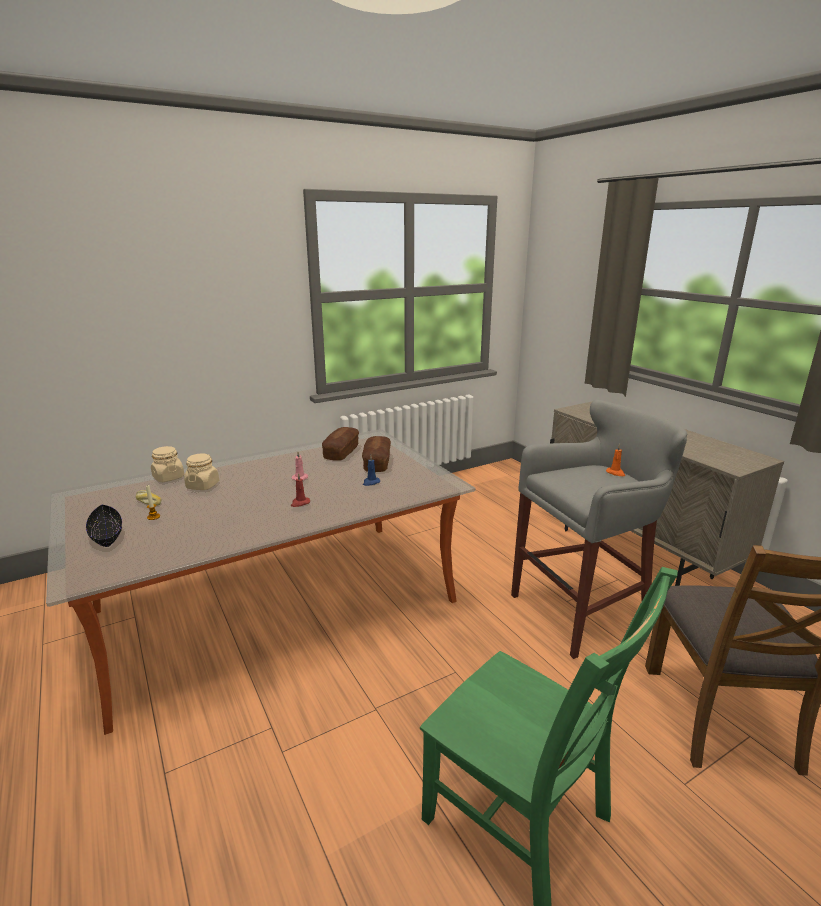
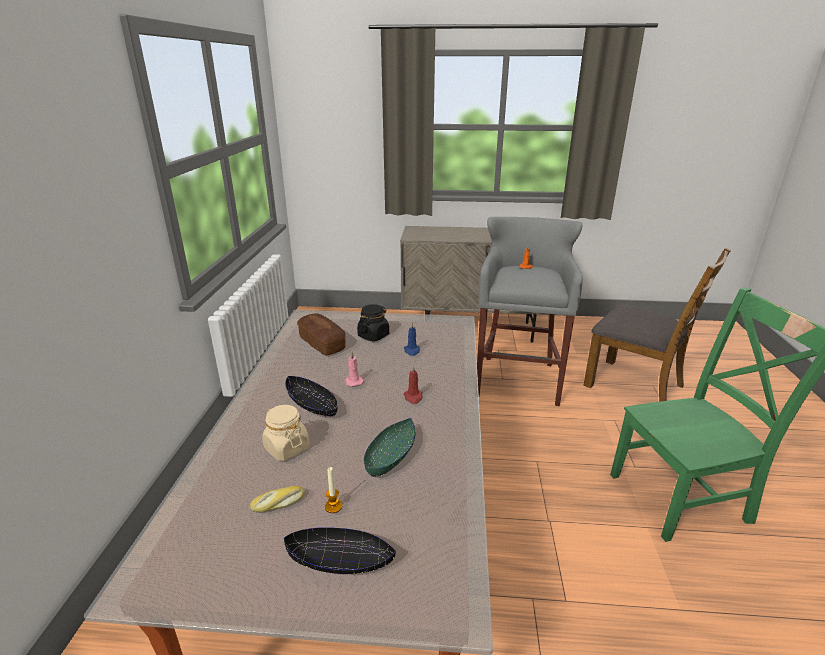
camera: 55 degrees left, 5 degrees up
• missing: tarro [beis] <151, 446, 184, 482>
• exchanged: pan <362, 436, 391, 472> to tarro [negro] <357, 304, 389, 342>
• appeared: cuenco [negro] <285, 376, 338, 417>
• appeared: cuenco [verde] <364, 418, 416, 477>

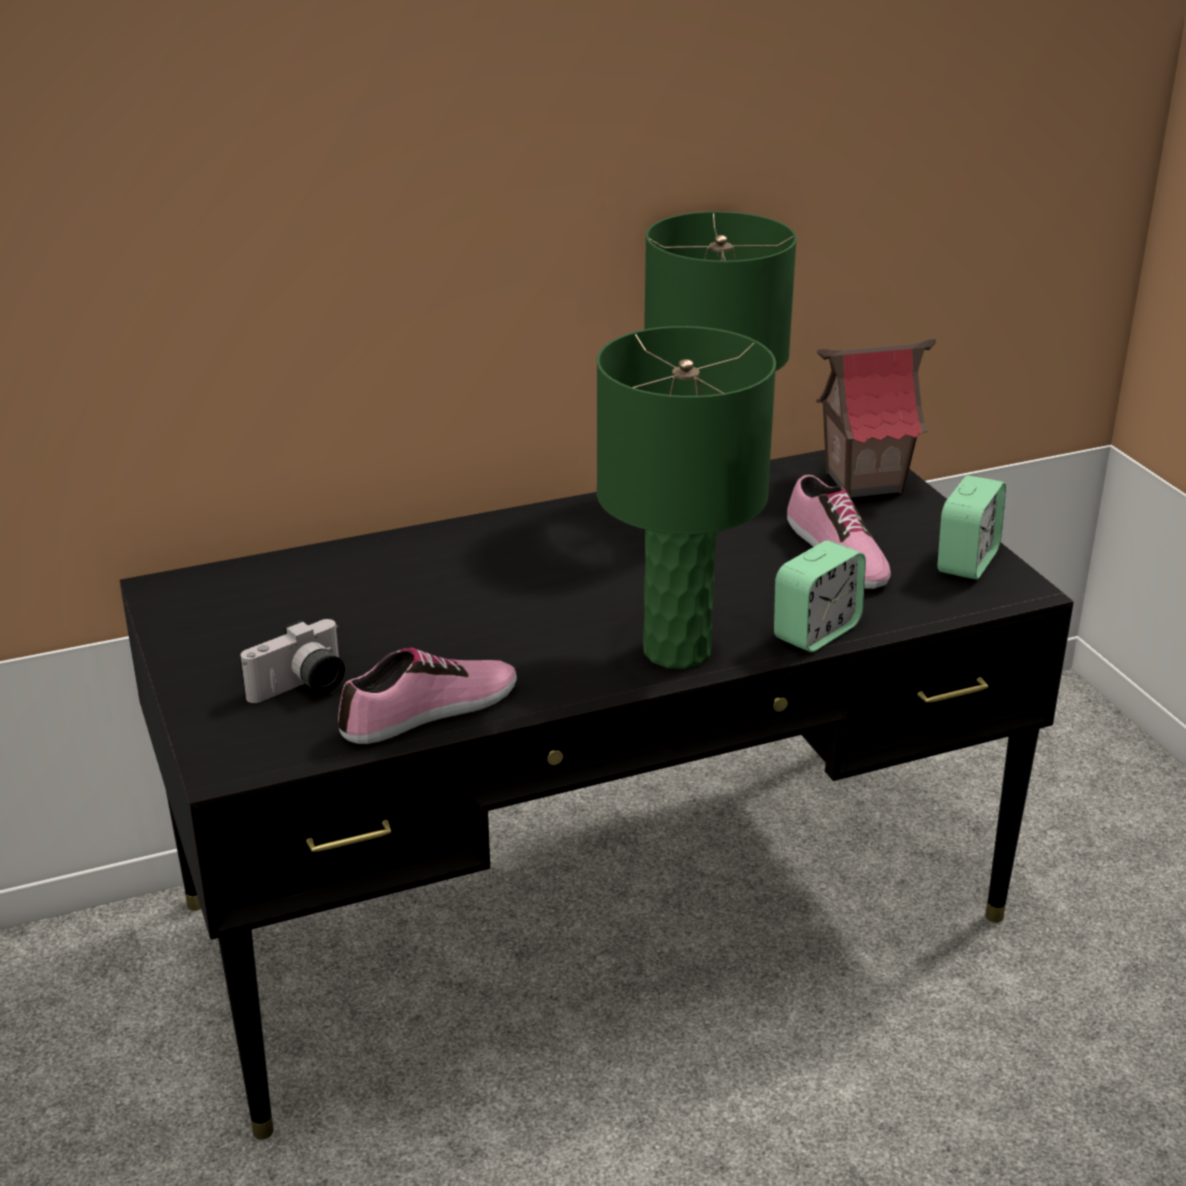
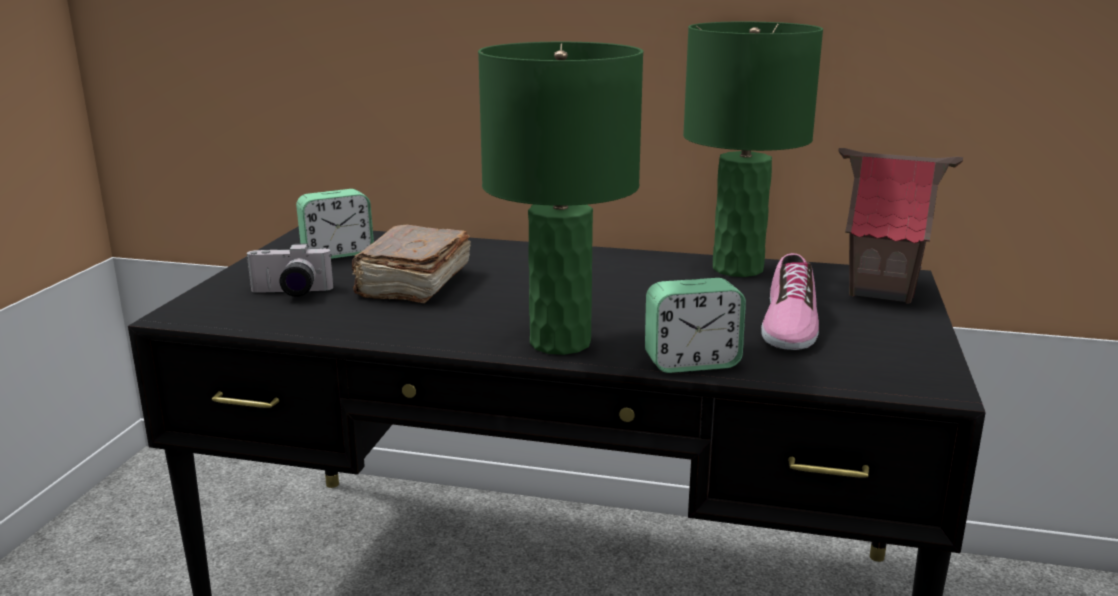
camera: 35 degrees right, 10 degrees down
• missing: zapato <338, 648, 517, 744>
• relocated: despertador <938, 475, 1006, 580> to <296, 189, 374, 259>
• appeared: libro [marrón] <352, 225, 471, 303>

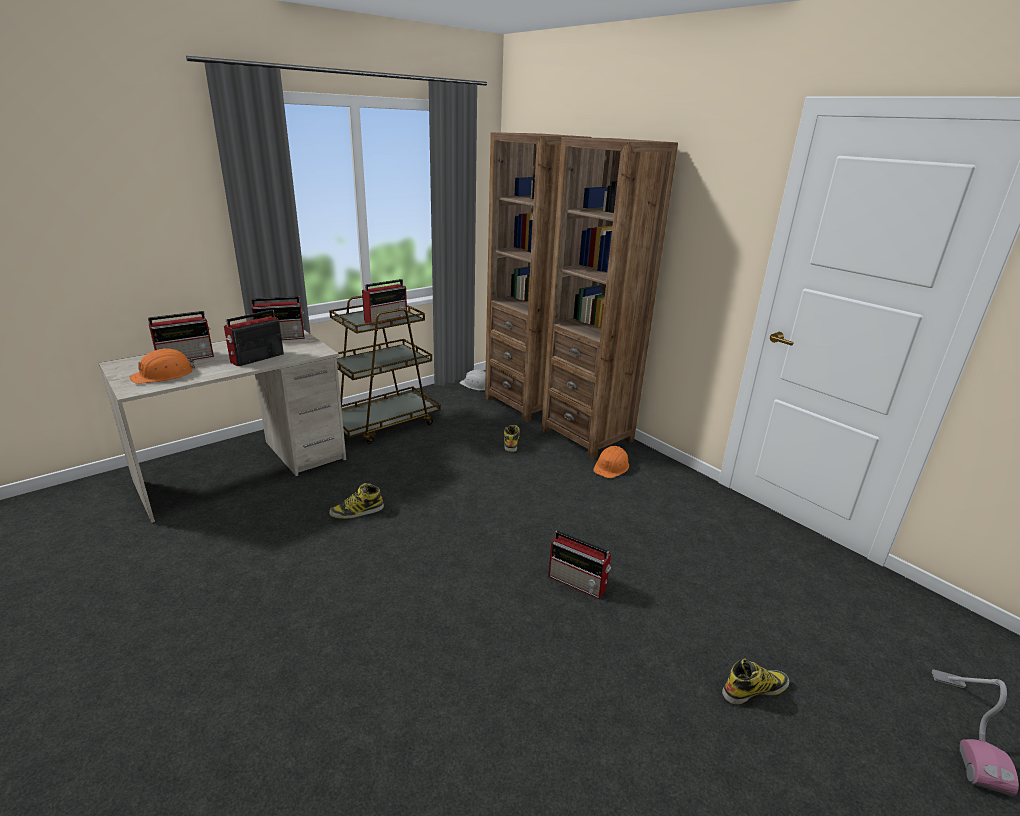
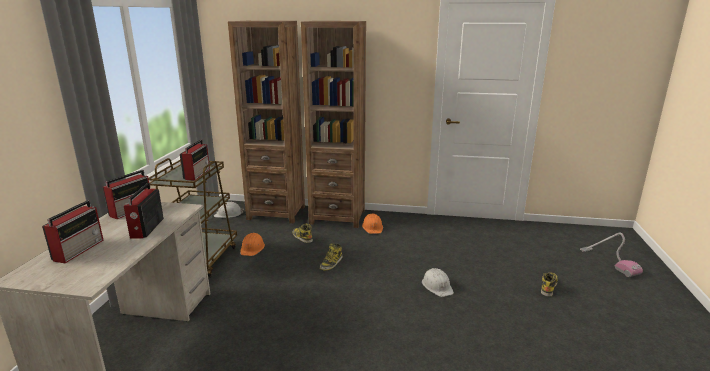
camera: 40 degrees left, 5 degrees down
• relocated: casco [naranja] <130, 348, 195, 384> to <240, 233, 265, 256>
• relocated: bota <329, 483, 384, 519> to <320, 243, 342, 270>
• exchanged: radio <548, 531, 611, 599> to casco [blanco] <422, 268, 454, 297>

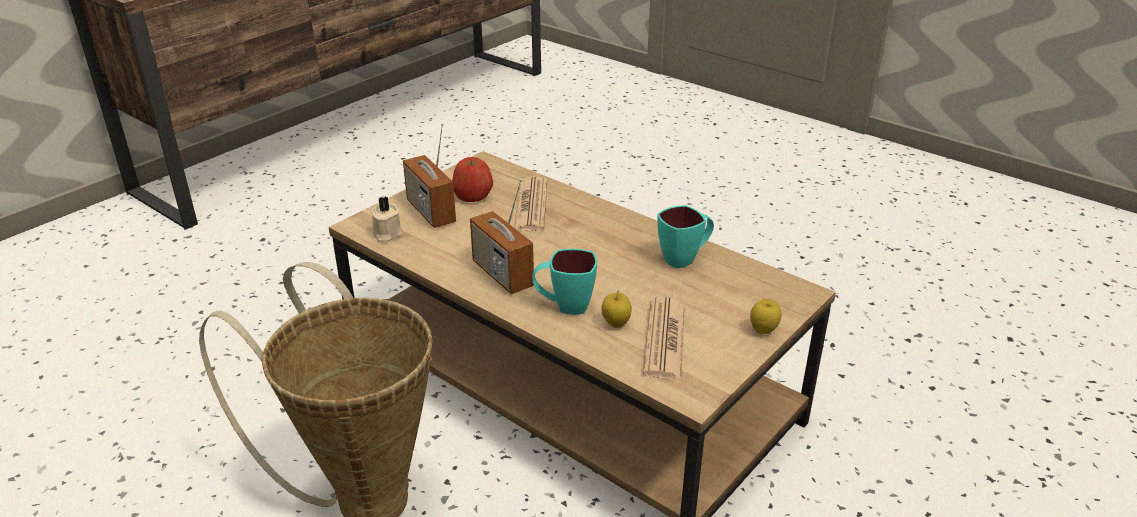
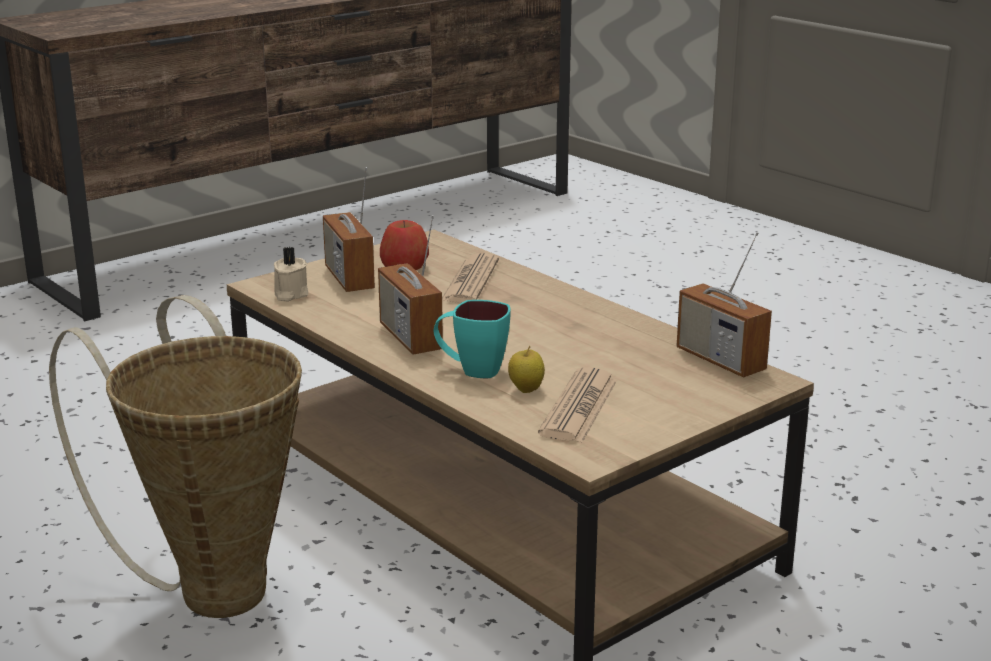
camera: 10 degrees right, 10 degrees down
• missing: taza grande [turquesa] <657, 205, 714, 268>
• missing: manzana <750, 299, 782, 334>
• appeared: radio <677, 232, 772, 377>

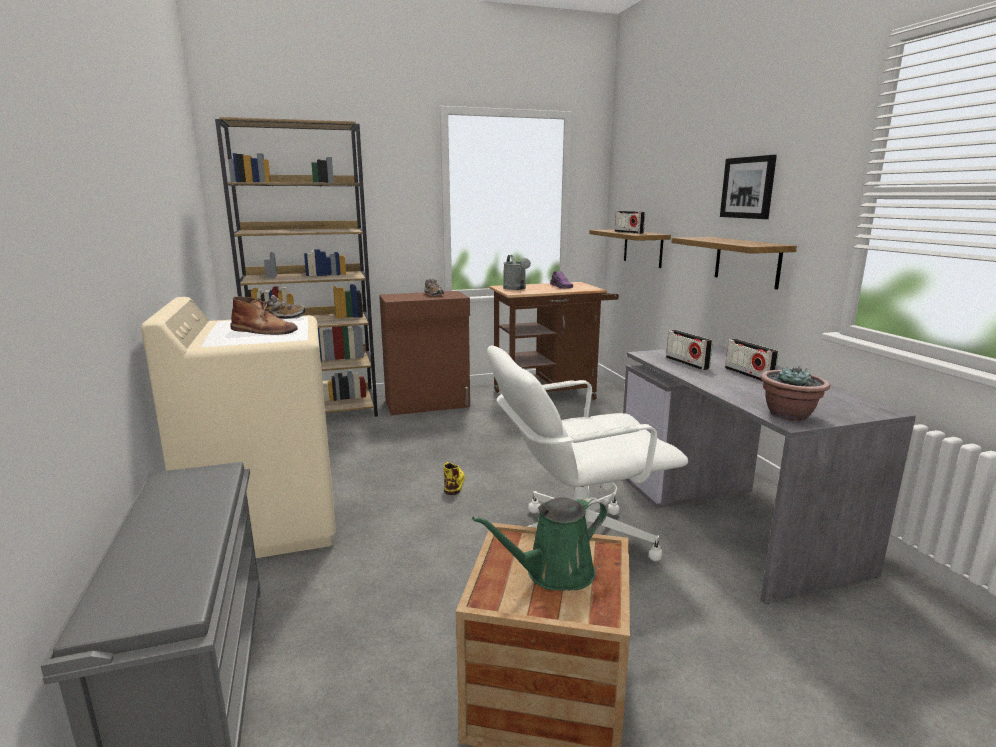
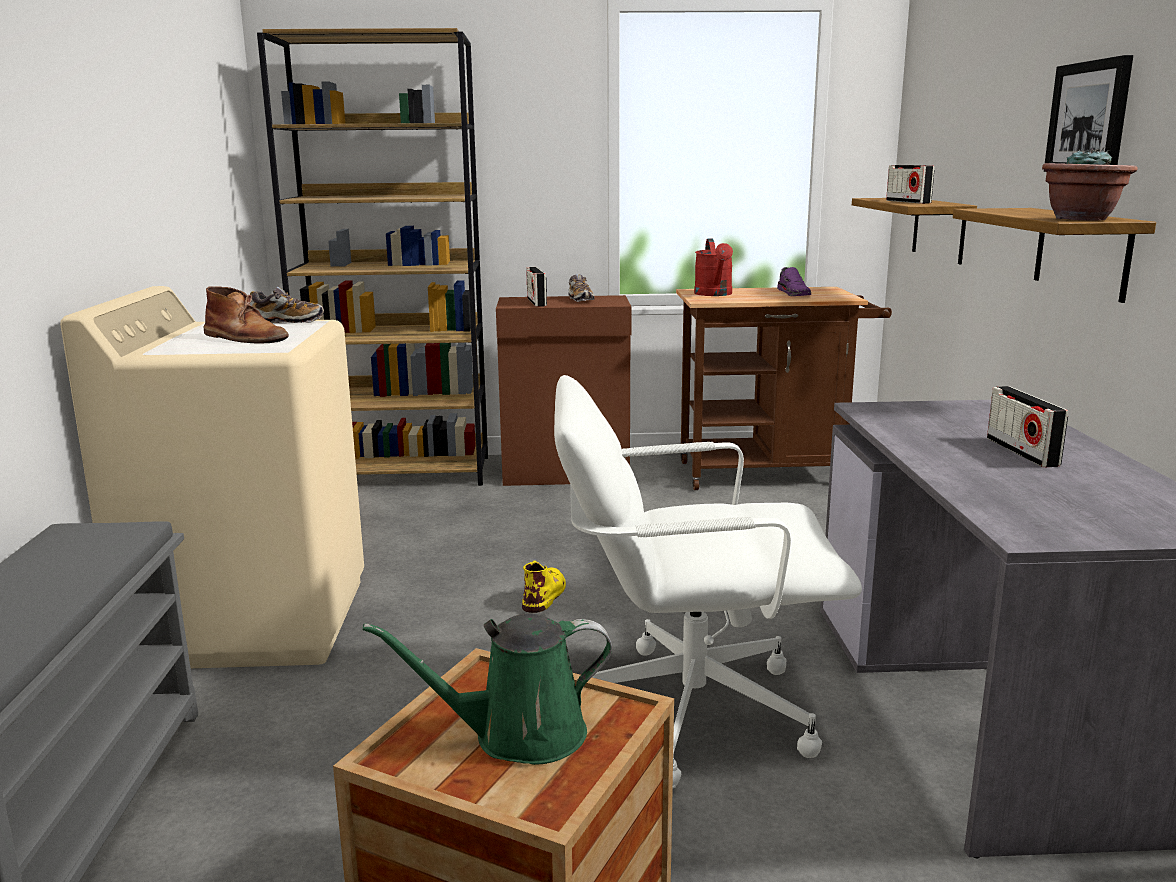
camera: 15 degrees right, 0 degrees up
• colour: regadera [gris] <503, 255, 531, 290> to regadera [rojo] <694, 239, 733, 296>
• relocated: radio <666, 330, 713, 370> to <526, 267, 547, 307>
• relocated: planta en maceta <760, 366, 830, 421> to <1042, 148, 1138, 221>

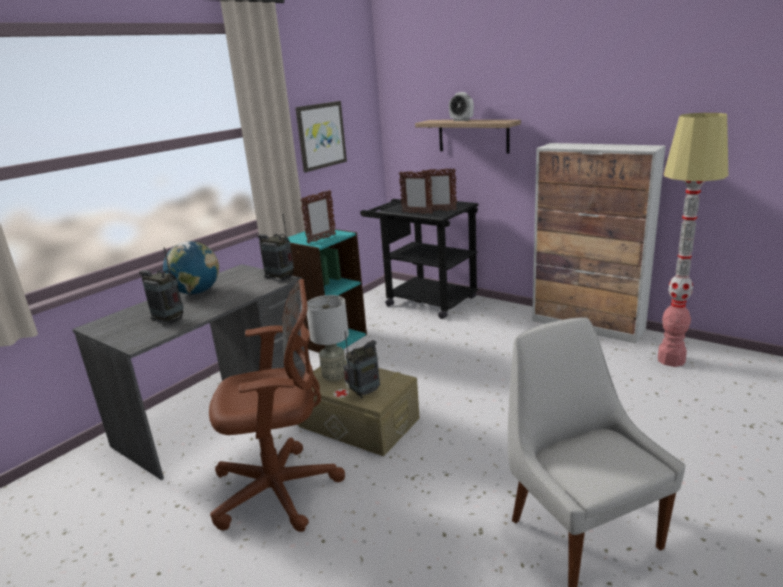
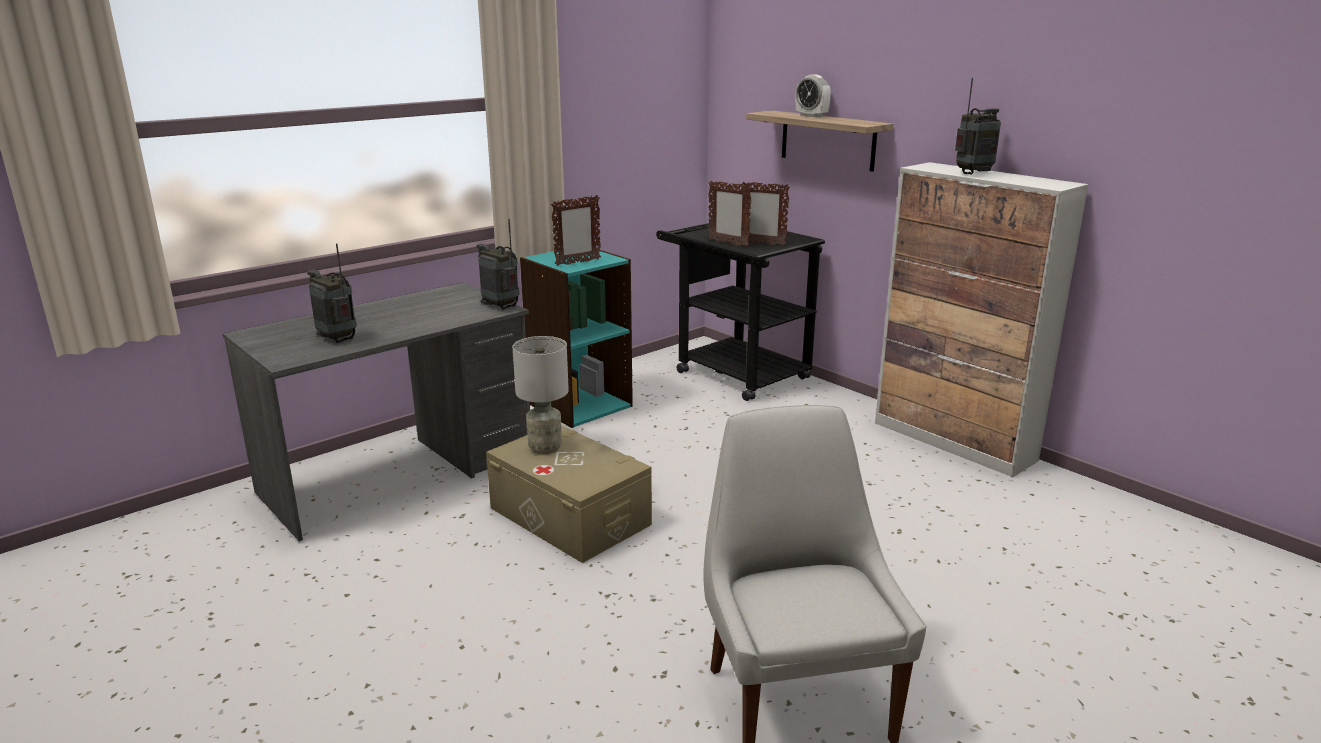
camera: 10 degrees right, 0 degrees up
• missing: globo terráqueo <163, 241, 219, 294>
• missing: silla de oficina [marrón] <209, 279, 345, 532>
• missing: cuadro <295, 101, 347, 172>
• relocated: radio <344, 331, 380, 399> to <955, 78, 1001, 175>
• missing: lámpara de pie <658, 113, 728, 367>

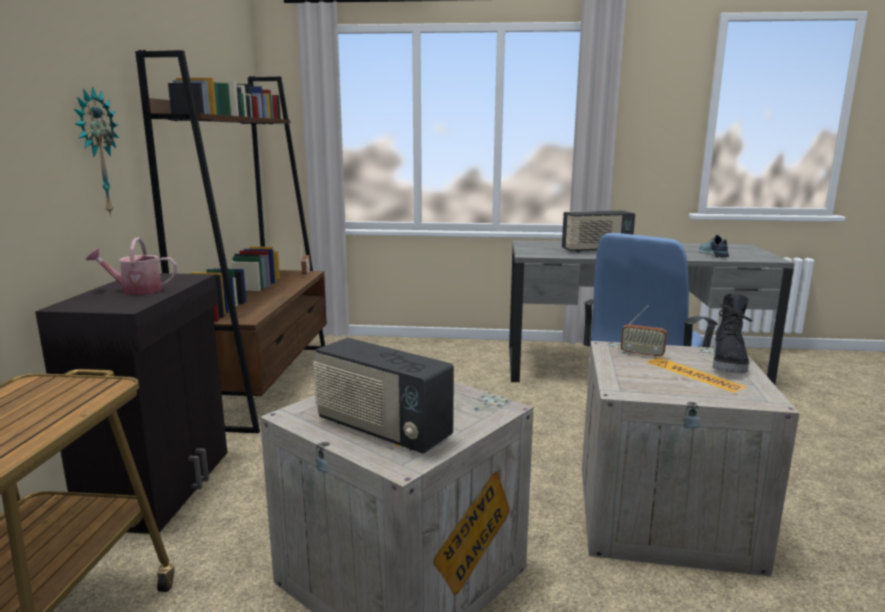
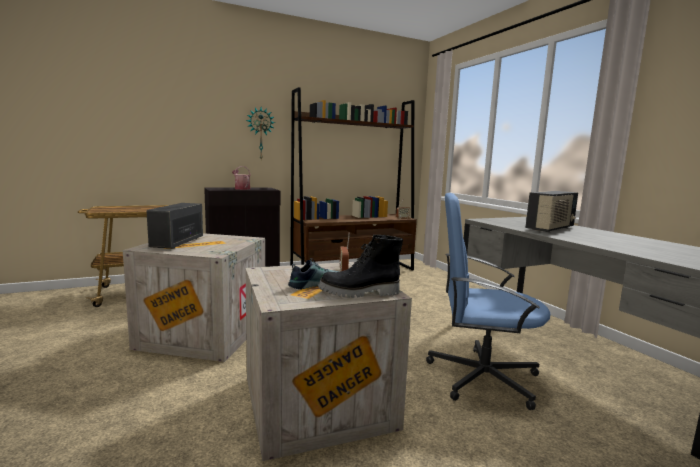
camera: 60 degrees right, 5 degrees down
• spun: radio <562, 211, 635, 253> = <525, 191, 578, 232> 90 degrees counterclockwise
• relocated: zapato <699, 235, 729, 257> to <288, 258, 340, 290>

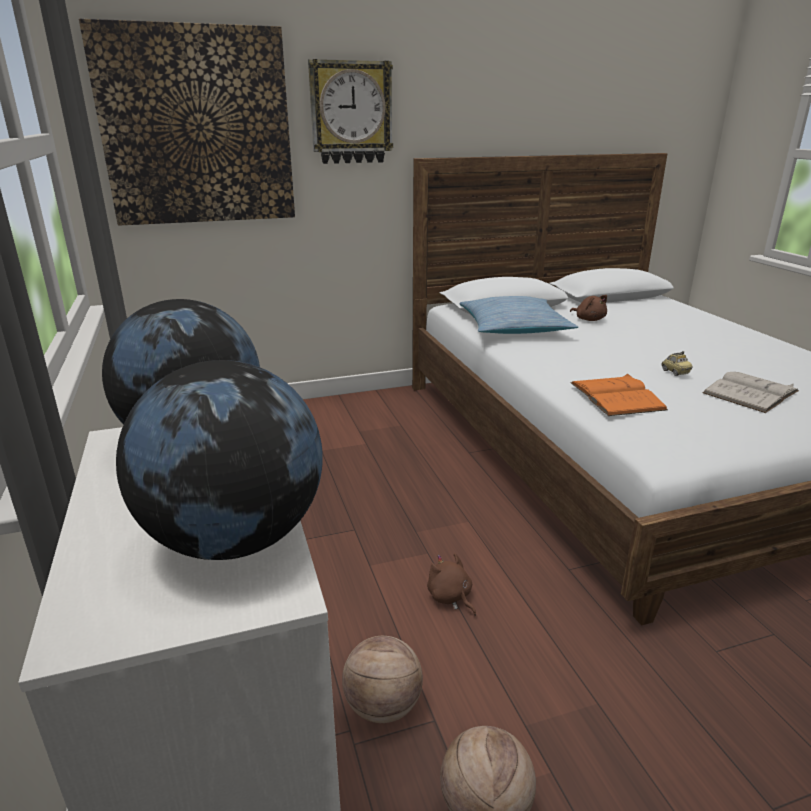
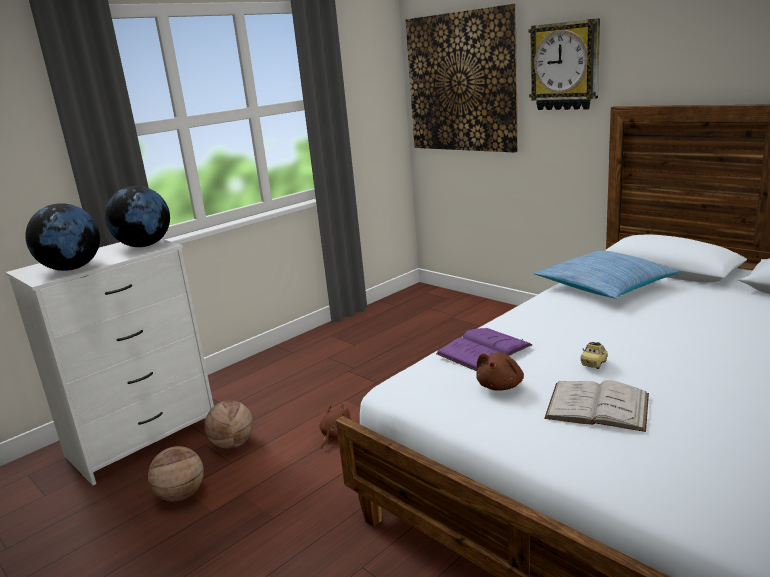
camera: 65 degrees right, 5 degrees down
• relocated: peluche [marrón] <570, 295, 607, 321> to <476, 353, 524, 391>
• colour: libro [naranja] <571, 374, 668, 416> to libro [morado] <436, 328, 533, 371>

